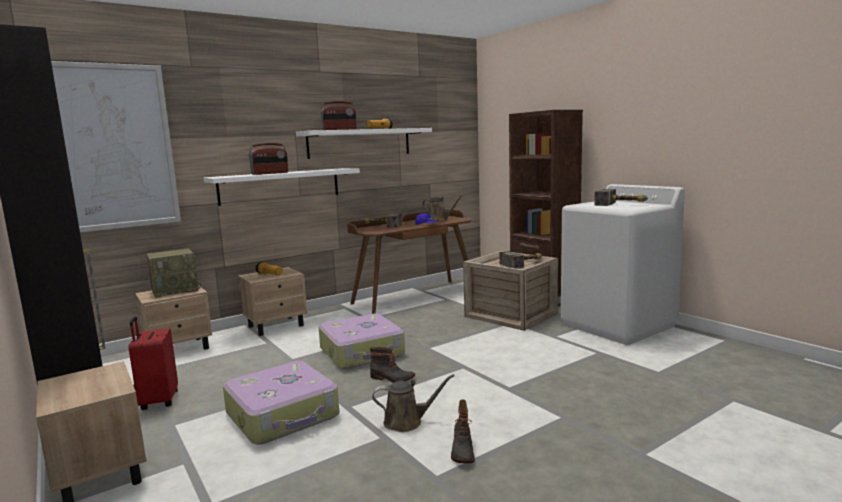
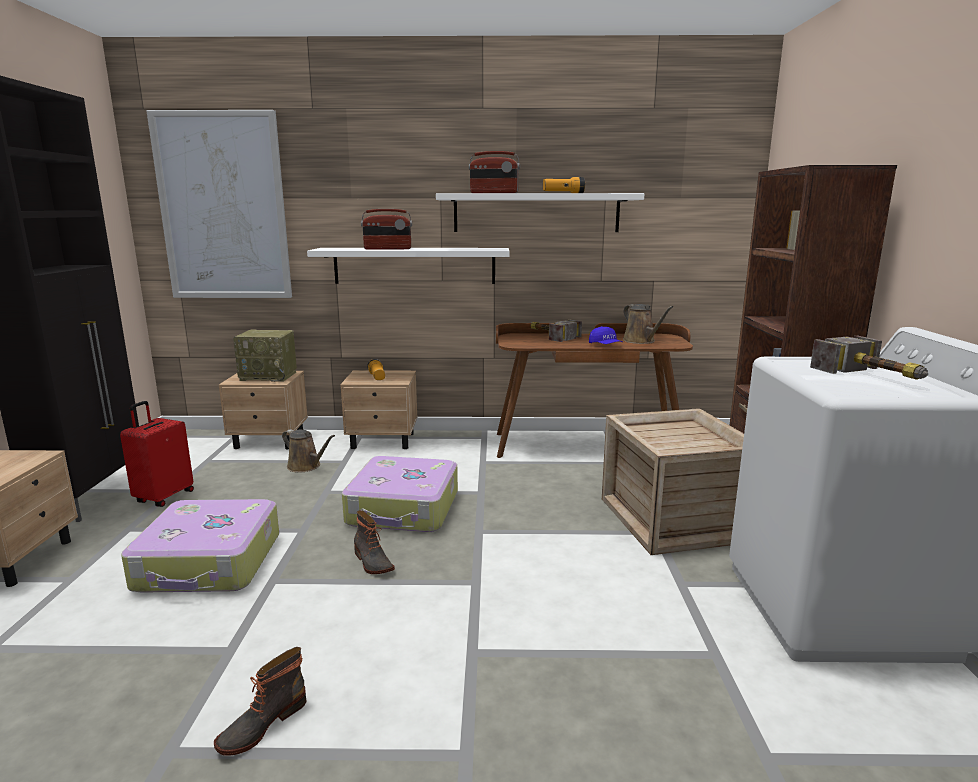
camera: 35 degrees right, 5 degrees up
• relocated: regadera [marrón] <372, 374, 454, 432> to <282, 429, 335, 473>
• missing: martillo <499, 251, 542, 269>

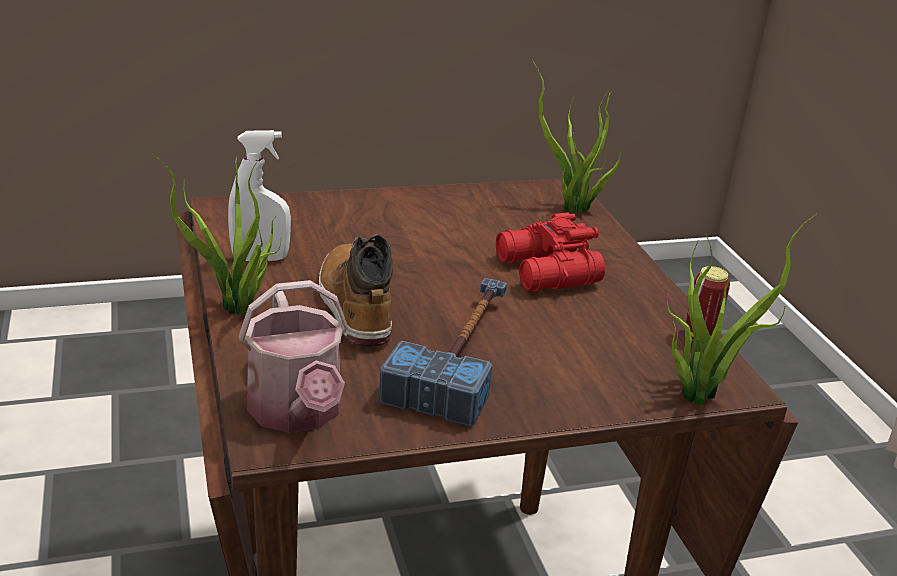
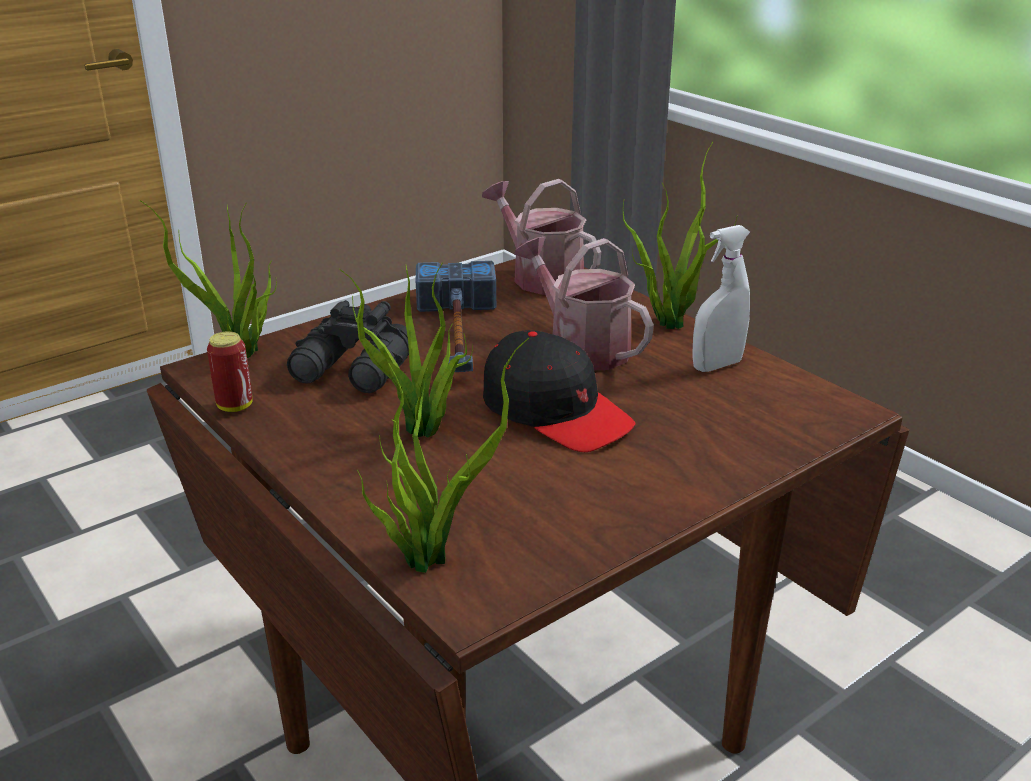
camera: 160 degrees right, 0 degrees up
• exchanged: bota <319, 234, 393, 347> to regadera <514, 237, 654, 370>
• exchanged: prismáticos [rojo] <496, 212, 605, 291> to planta en maceta <339, 262, 473, 438>
• appeared: prismáticos [negro] <287, 300, 409, 393>
• appeared: gorra [negro] <483, 330, 635, 452>

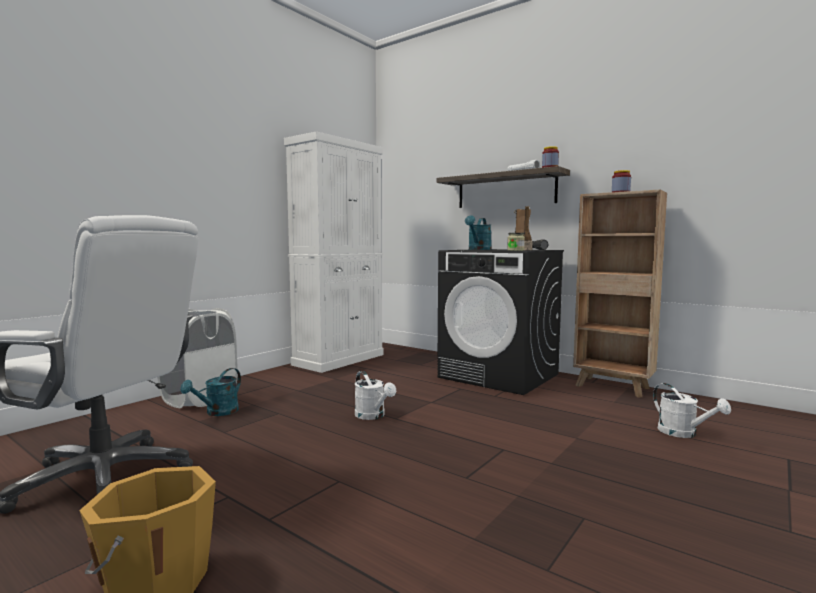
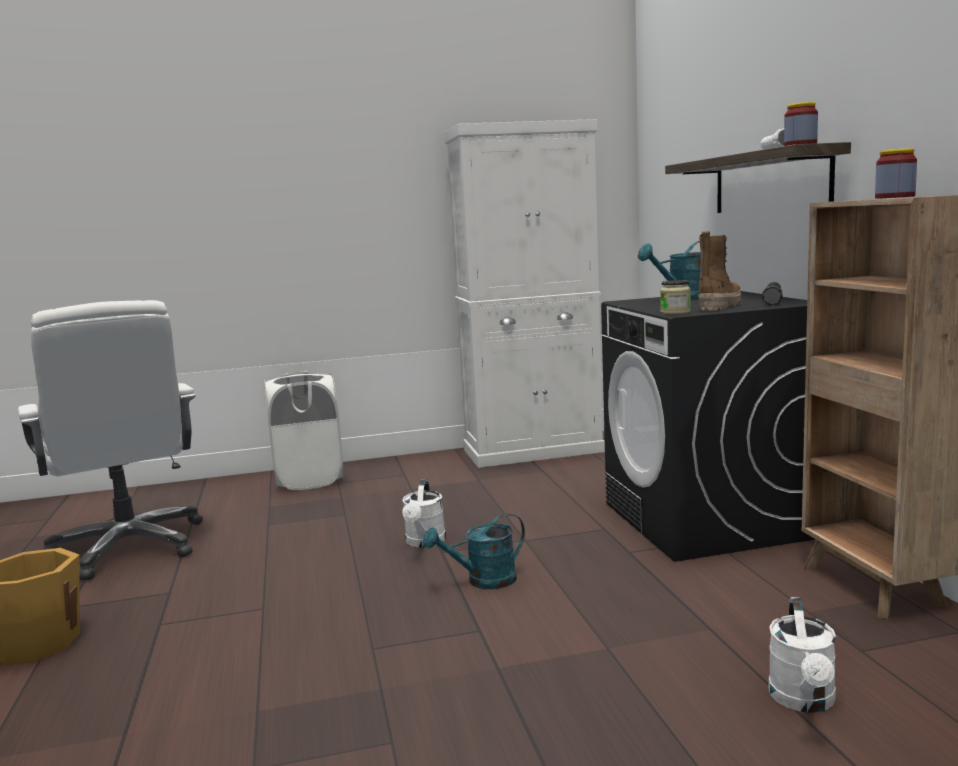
camera: 40 degrees right, 5 degrees up
• relocated: regadera [turquesa] <180, 368, 241, 416> to <423, 513, 525, 589>

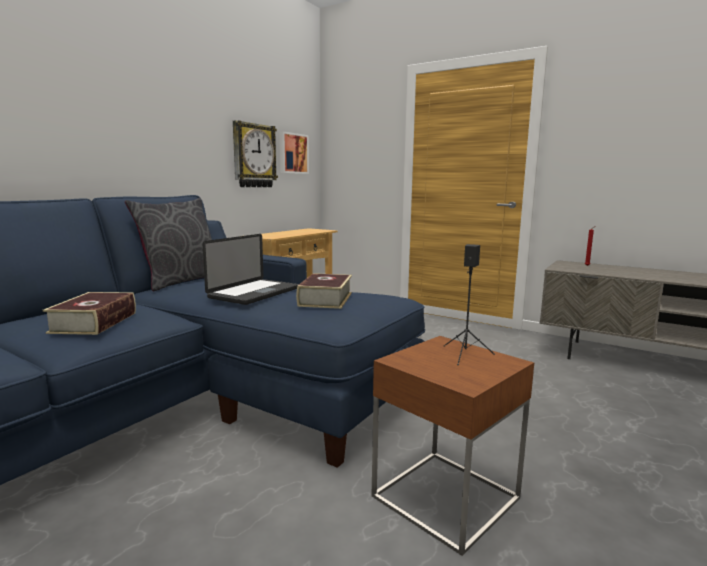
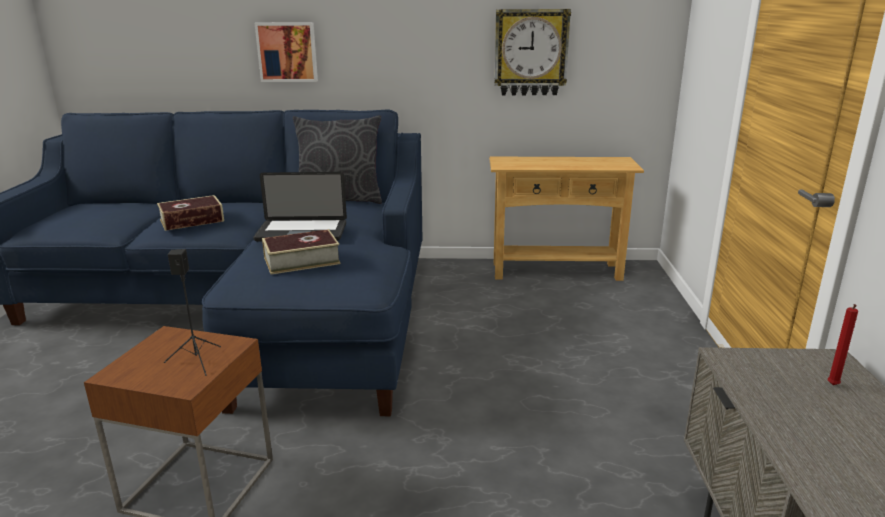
camera: 60 degrees right, 10 degrees up
• relocated: cuadro <279, 132, 309, 174> to <254, 22, 318, 82>

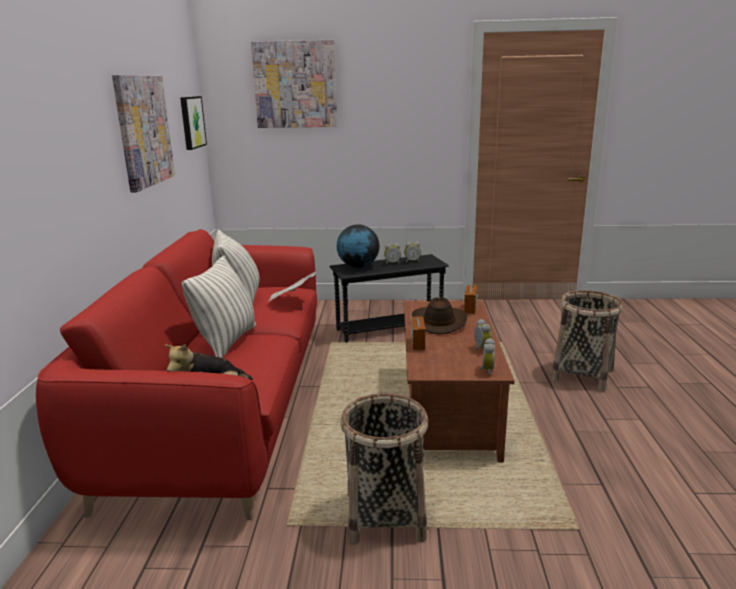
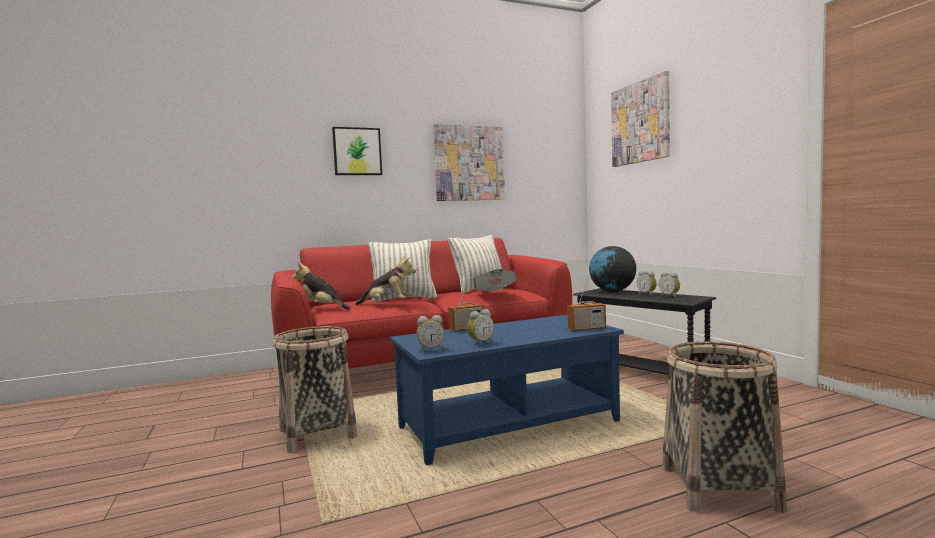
camera: 65 degrees right, 15 degrees down
• relocated: cuadro <180, 96, 207, 150> to <332, 127, 382, 175>
• colour: mesa de centro [marrón] <404, 301, 515, 462> to mesa de centro [azul] <390, 315, 624, 465>
• missing: sombrero [marrón] <412, 298, 467, 335>
• appeared: peluche <355, 256, 416, 305>

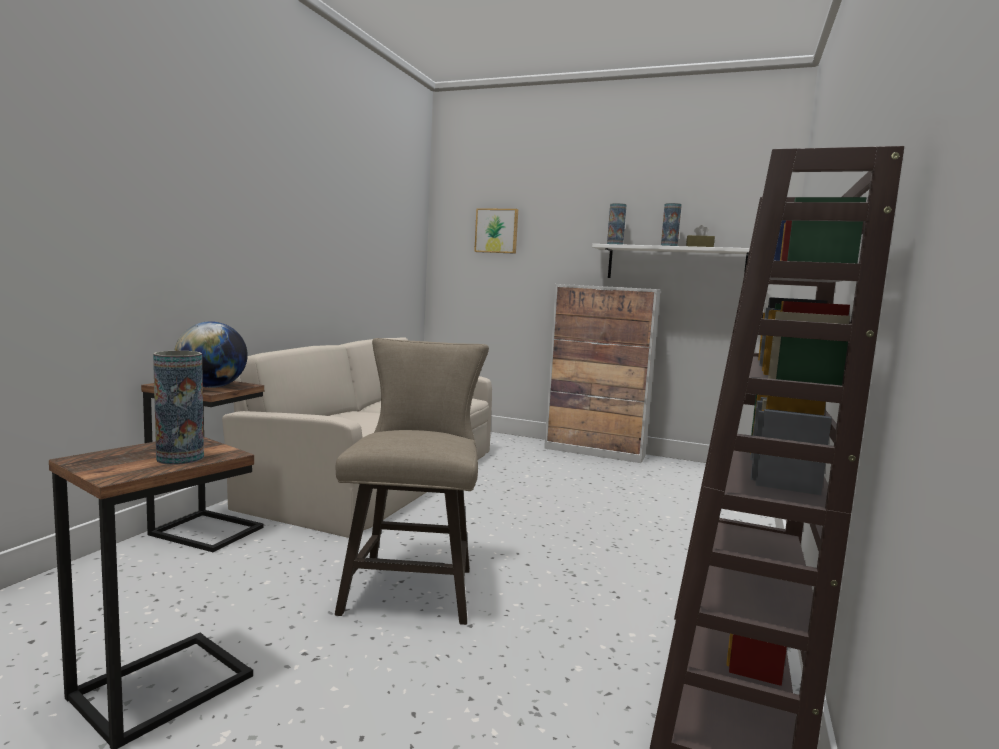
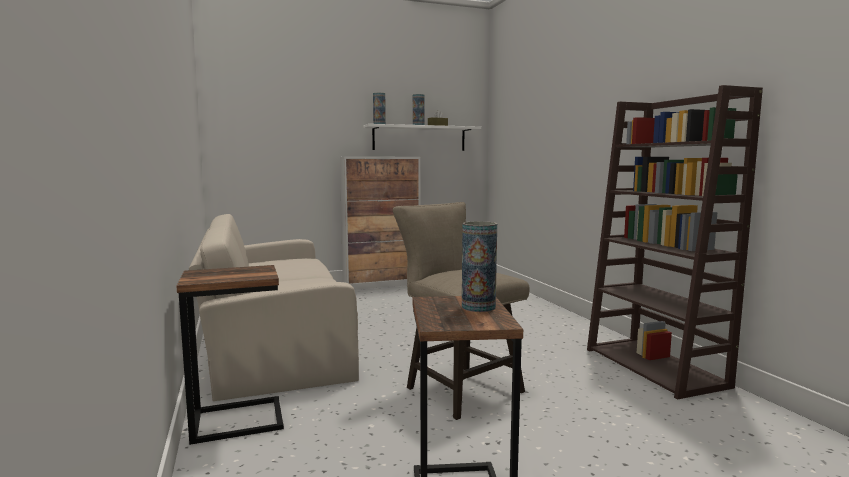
camera: 40 degrees left, 0 degrees up
• missing: globo terráqueo <174, 321, 248, 388>
• missing: cuadro <474, 208, 518, 254>

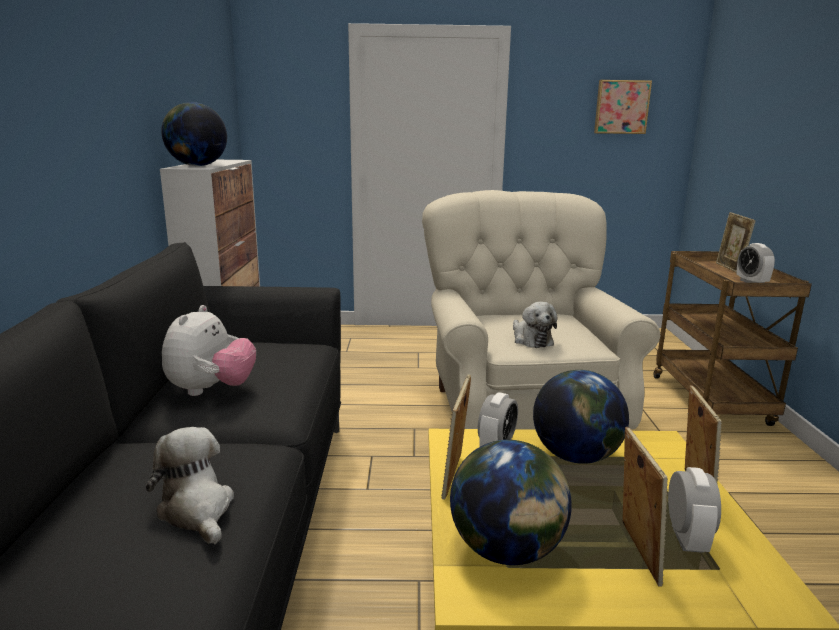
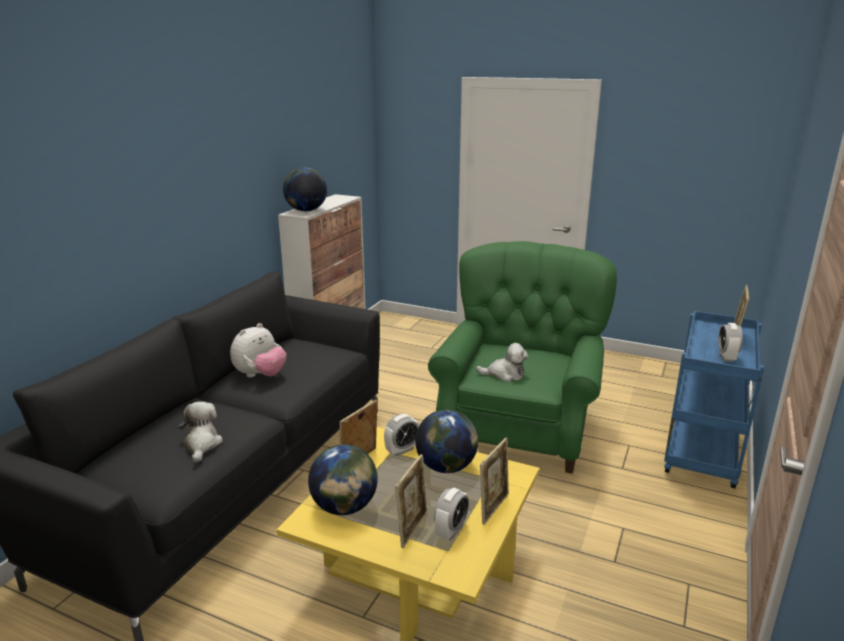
camera: 25 degrees right, 5 degrees up
• colour: sillón [beis] <422, 190, 661, 430> to sillón [verde] <428, 241, 617, 474>
• spun: peluche <513, 302, 557, 348> = <476, 343, 529, 382> 90 degrees counterclockwise
• missing: cuadro <594, 80, 652, 134>
• colour: carrito [marrón] <654, 251, 812, 426> to carrito [azul] <664, 311, 764, 488>

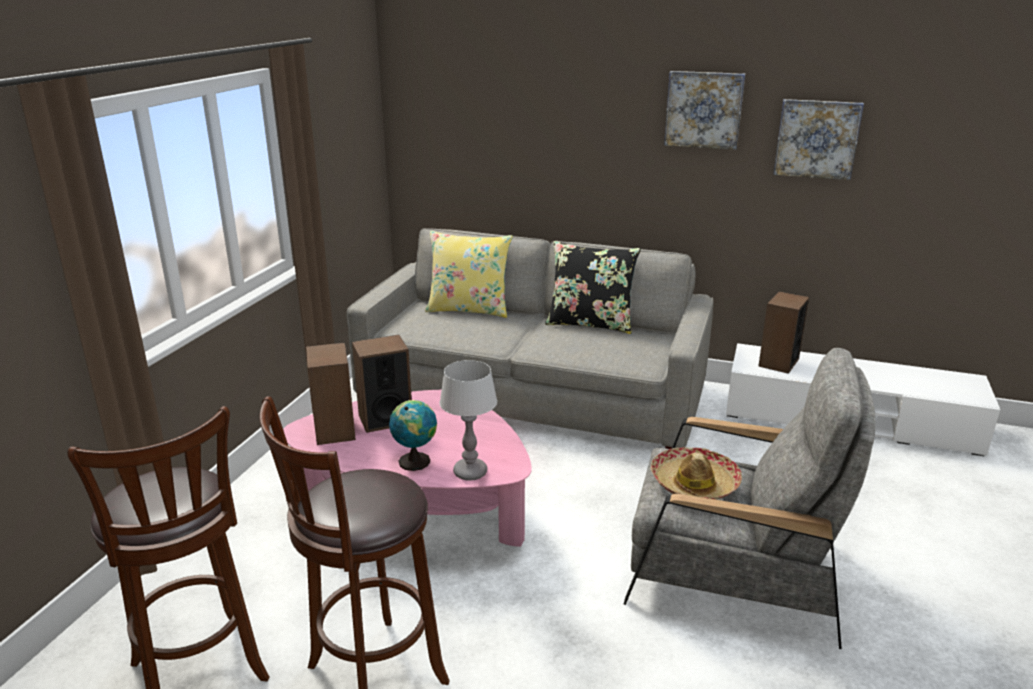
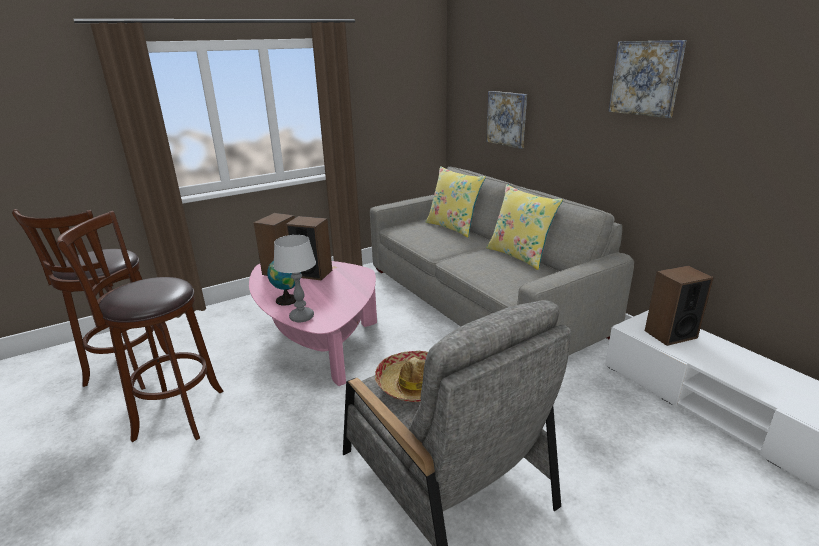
camera: 40 degrees right, 0 degrees up
• colour: cojín [negro] <545, 241, 641, 334> to cojín [amarillo] <486, 184, 563, 270>
• relocated: cuadro <773, 99, 864, 180> to <486, 91, 527, 149>

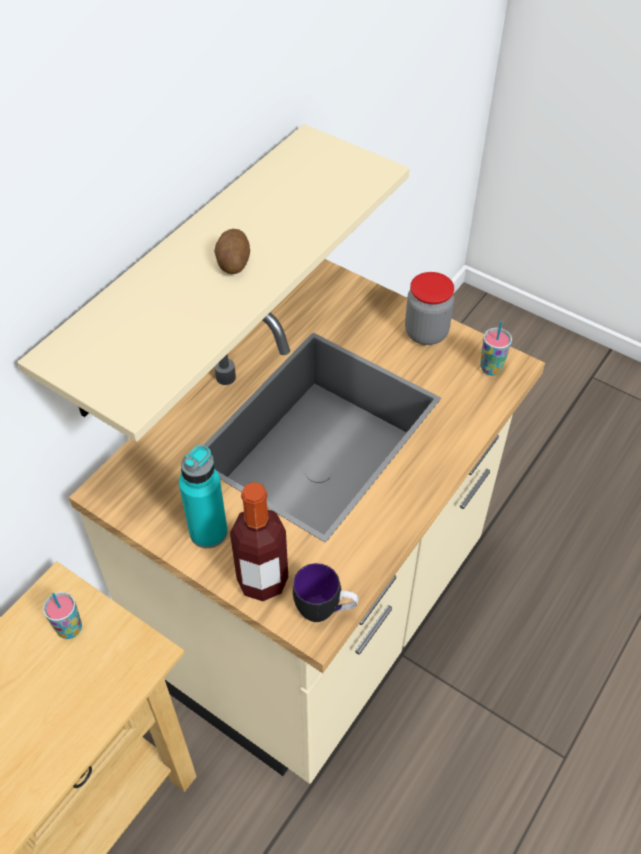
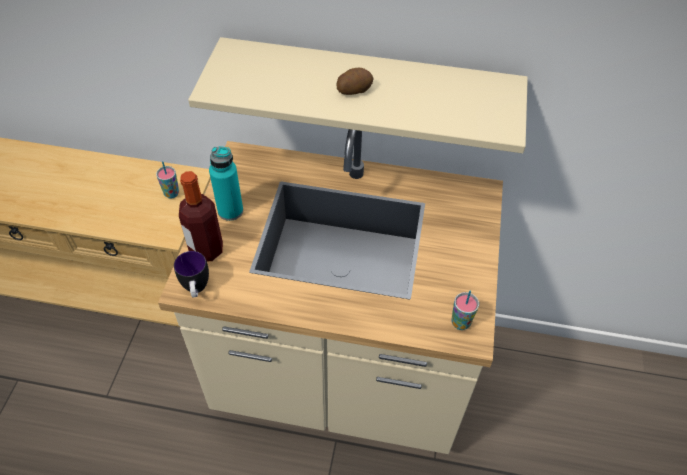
camera: 65 degrees right, 0 degrees up
• missing: tarro <405, 272, 454, 345>

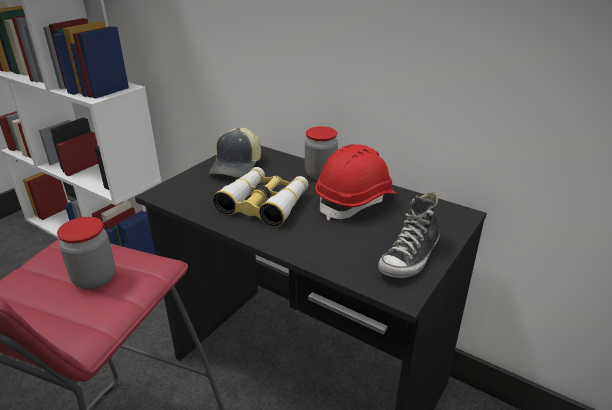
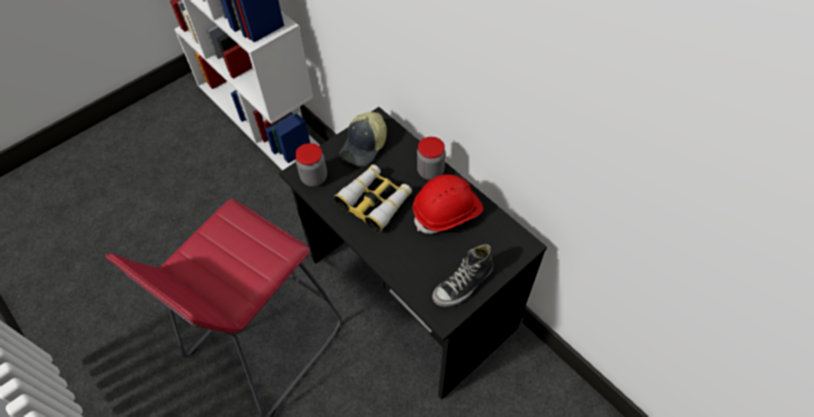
camera: 15 degrees right, 25 degrees up
• relocated: tarro <57, 217, 116, 289> to <295, 143, 327, 187>

